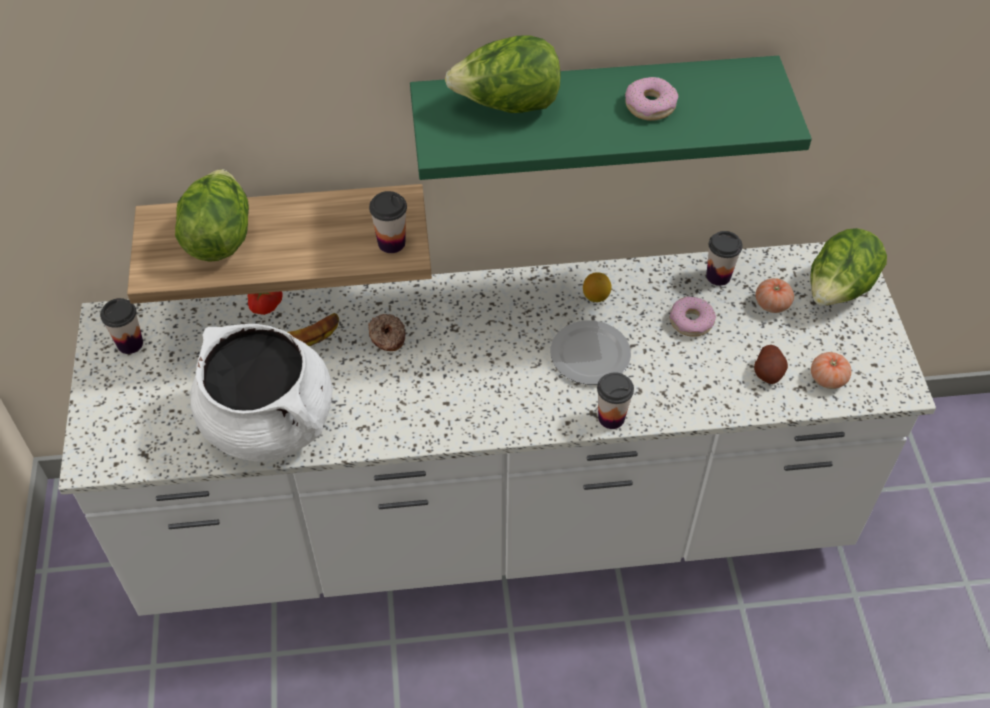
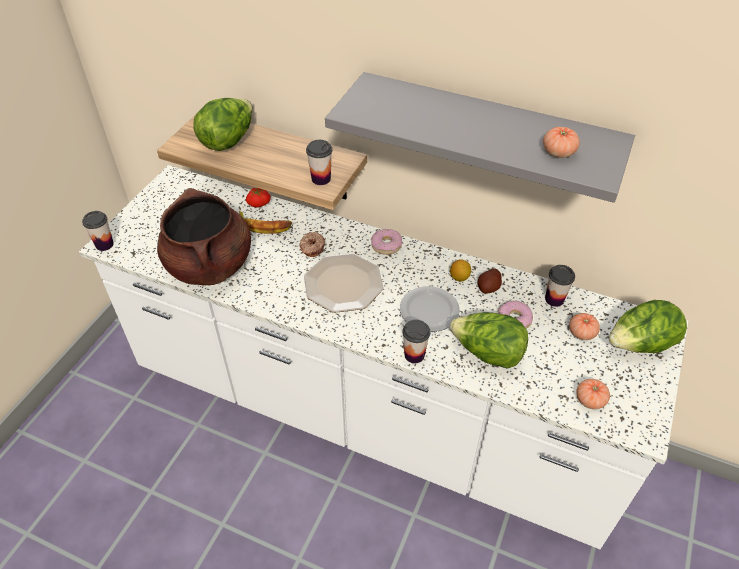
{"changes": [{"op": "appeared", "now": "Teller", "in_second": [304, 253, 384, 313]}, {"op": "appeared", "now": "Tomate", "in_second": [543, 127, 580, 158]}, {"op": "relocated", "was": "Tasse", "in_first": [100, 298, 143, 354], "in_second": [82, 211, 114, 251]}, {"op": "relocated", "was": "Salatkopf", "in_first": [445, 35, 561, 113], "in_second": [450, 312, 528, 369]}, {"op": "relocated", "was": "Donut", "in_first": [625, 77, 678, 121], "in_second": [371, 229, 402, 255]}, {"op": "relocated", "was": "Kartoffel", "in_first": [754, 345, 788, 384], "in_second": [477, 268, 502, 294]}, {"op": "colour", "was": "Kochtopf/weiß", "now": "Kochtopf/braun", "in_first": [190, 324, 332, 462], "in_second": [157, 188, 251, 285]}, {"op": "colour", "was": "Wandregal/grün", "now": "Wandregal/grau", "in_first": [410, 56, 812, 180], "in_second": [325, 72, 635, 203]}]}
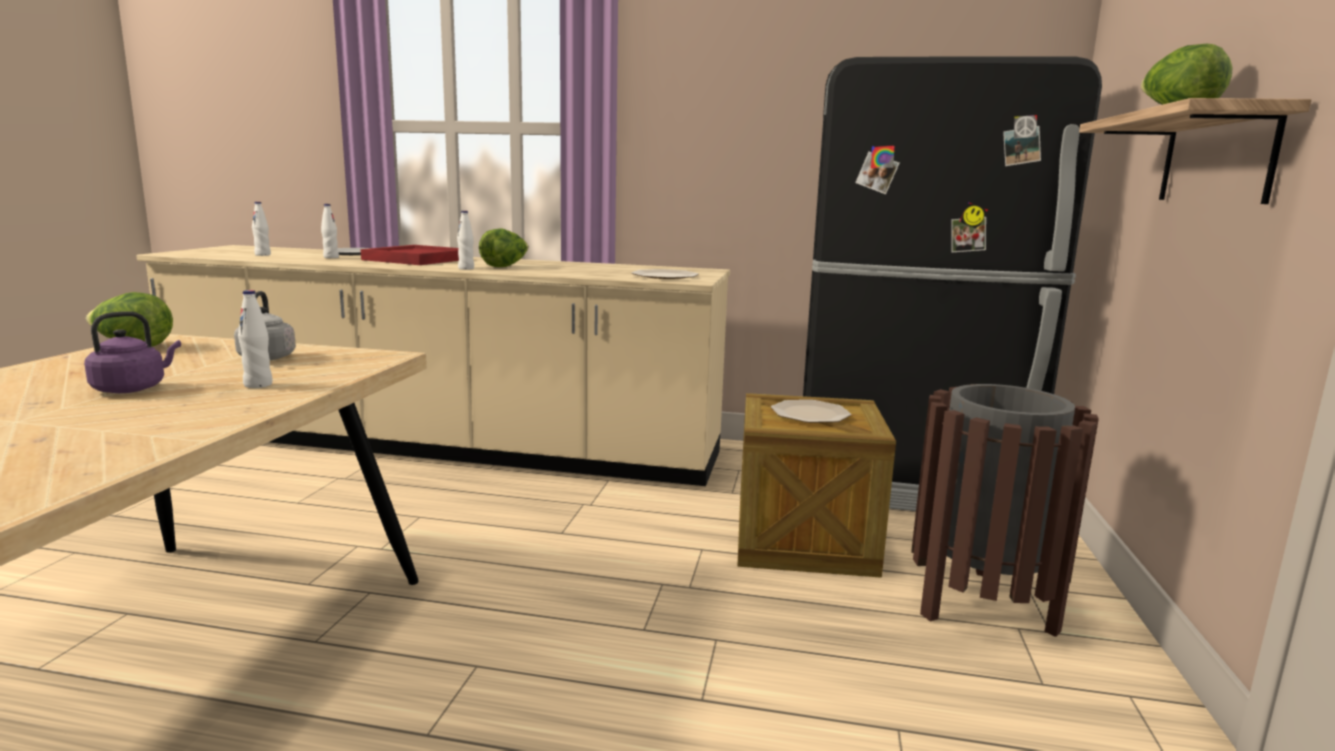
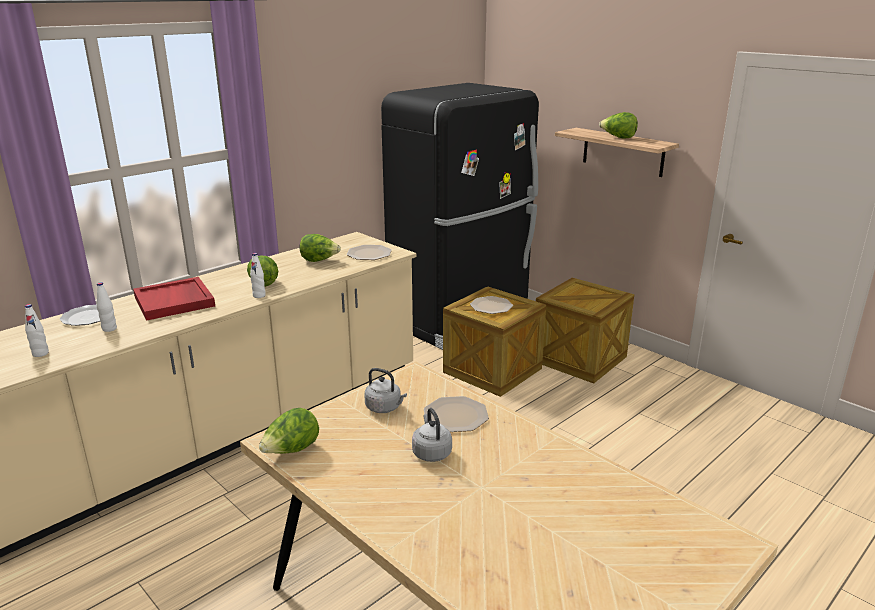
{"changes": [{"op": "appeared", "now": "Salatkopf", "in_second": [300, 234, 341, 262]}, {"op": "exchanged", "was": "Flasche/weiß", "now": "Teller", "in_first": [238, 290, 272, 388], "in_second": [424, 396, 489, 432]}, {"op": "exchanged", "was": "Mülleimer/braun", "now": "Kiste", "in_first": [911, 384, 1099, 637], "in_second": [536, 278, 634, 384]}, {"op": "colour", "was": "Wasserkessel/lila", "now": "Wasserkessel/grau", "in_first": [84, 311, 181, 393], "in_second": [412, 408, 452, 462]}]}
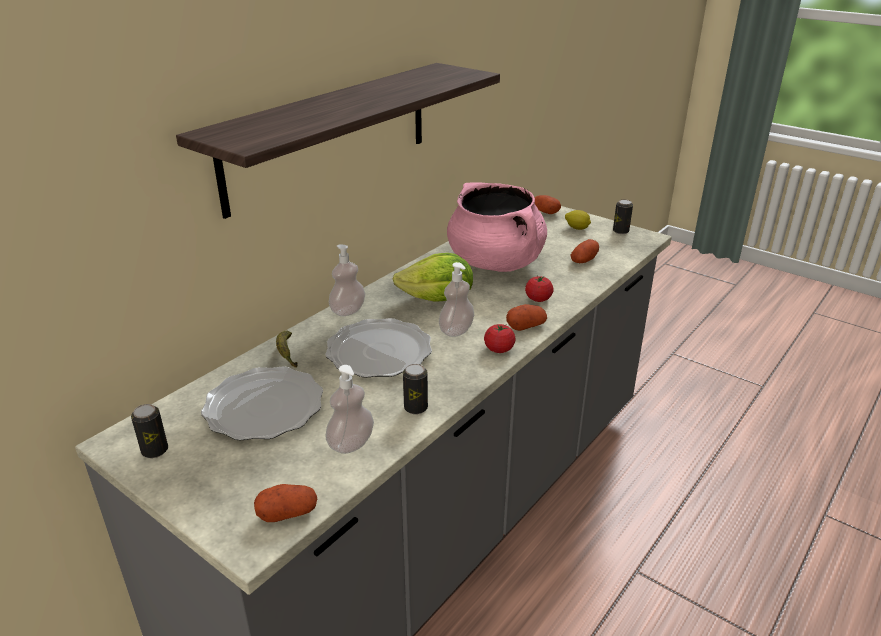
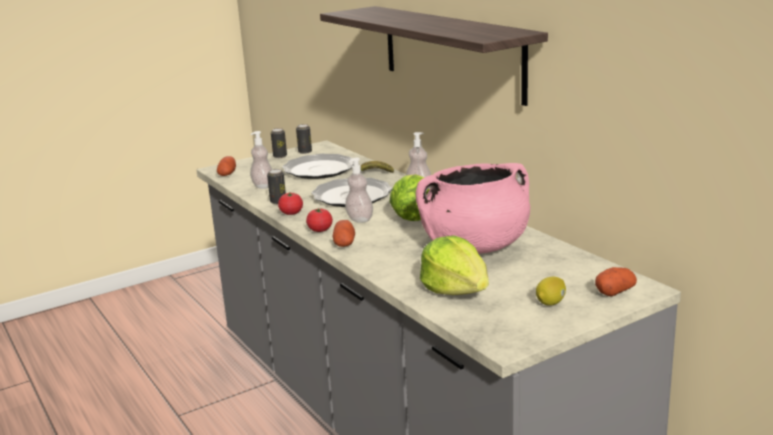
{"changes": [{"op": "relocated", "was": "Tomate", "in_first": [525, 275, 553, 302], "in_second": [278, 192, 303, 215]}, {"op": "relocated", "was": "Dose", "in_first": [613, 199, 633, 234], "in_second": [271, 128, 287, 158]}, {"op": "exchanged", "was": "Kartoffel", "now": "Salatkopf", "in_first": [571, 239, 599, 263], "in_second": [420, 235, 489, 295]}]}
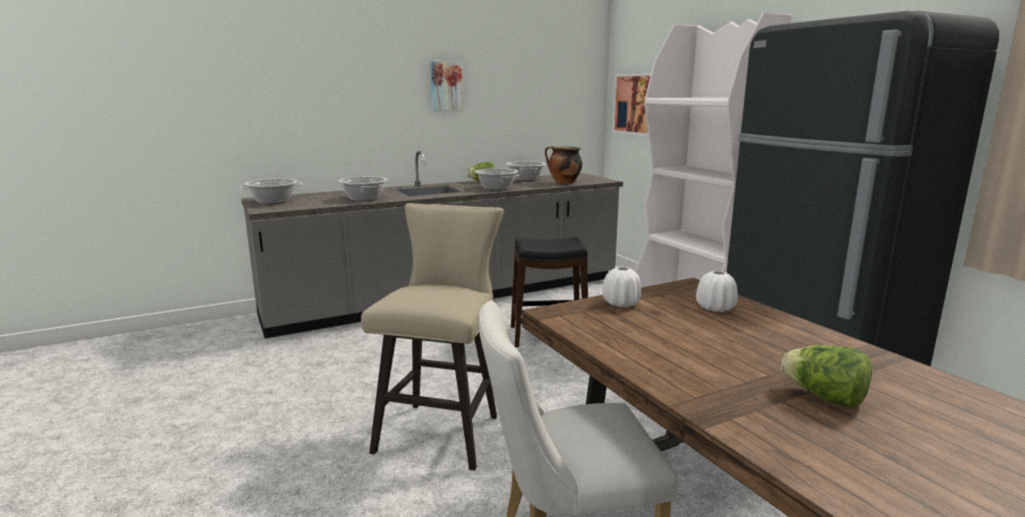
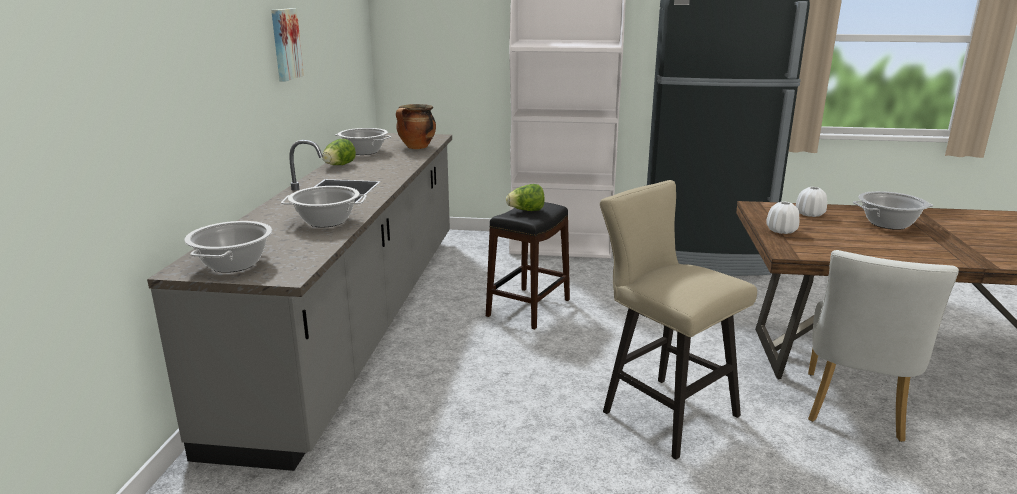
{"changes": [{"op": "missing", "was": "Bild", "in_first": [612, 73, 651, 136]}, {"op": "relocated", "was": "Kochtopf", "in_first": [474, 168, 520, 190], "in_second": [853, 191, 933, 230]}, {"op": "relocated", "was": "Salatkopf", "in_first": [781, 345, 872, 408], "in_second": [506, 184, 544, 211]}]}
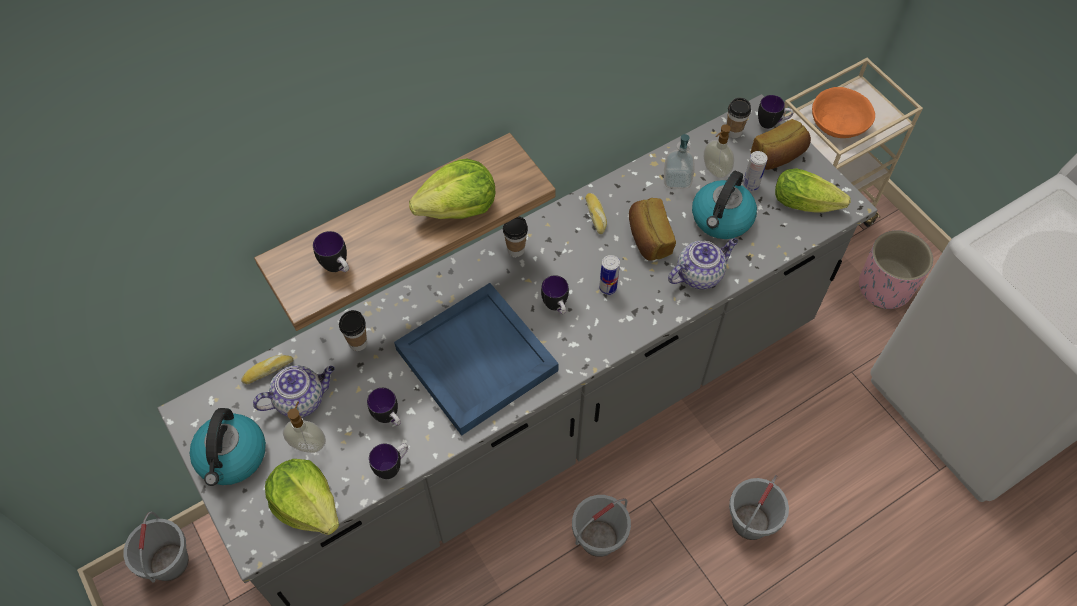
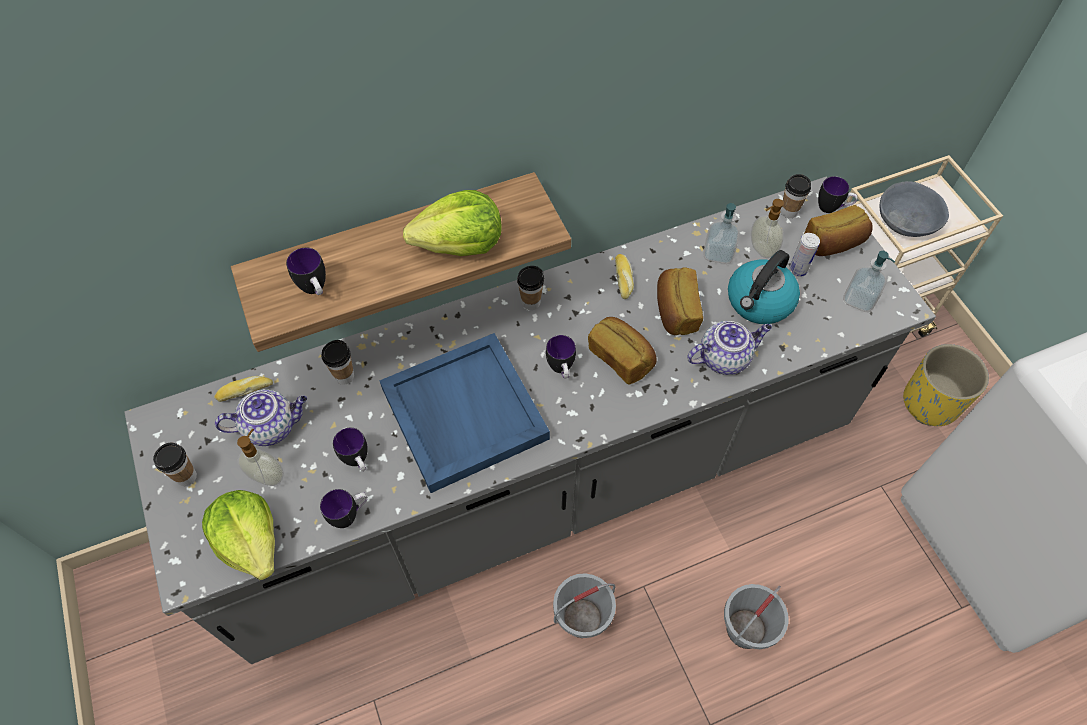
{"changes": [{"op": "missing", "was": "Eimer/grau", "in_first": [124, 512, 189, 583]}, {"op": "exchanged", "was": "Wasserkessel", "now": "Tasse", "in_first": [190, 408, 266, 486], "in_second": [153, 442, 197, 486]}, {"op": "exchanged", "was": "Dose", "now": "Brot", "in_first": [599, 255, 620, 295], "in_second": [588, 317, 656, 384]}, {"op": "exchanged", "was": "Salatkopf", "now": "Seifenspender", "in_first": [775, 168, 851, 213], "in_second": [843, 251, 895, 312]}, {"op": "colour", "was": "Schüssel/orange", "now": "Schüssel/grau", "in_first": [812, 87, 875, 138], "in_second": [880, 181, 949, 237]}, {"op": "colour", "was": "Pflanzkübel/rosa", "now": "Pflanzkübel/gelb", "in_first": [859, 230, 933, 309], "in_second": [903, 344, 989, 426]}]}
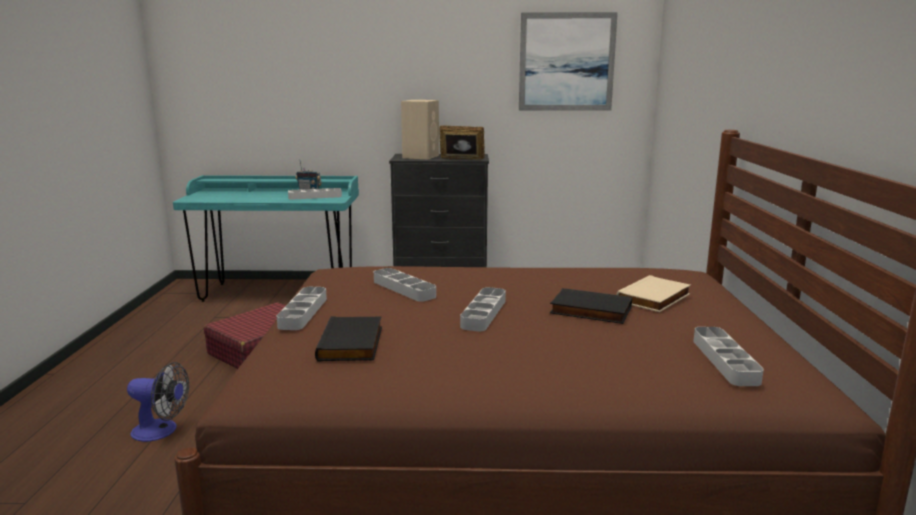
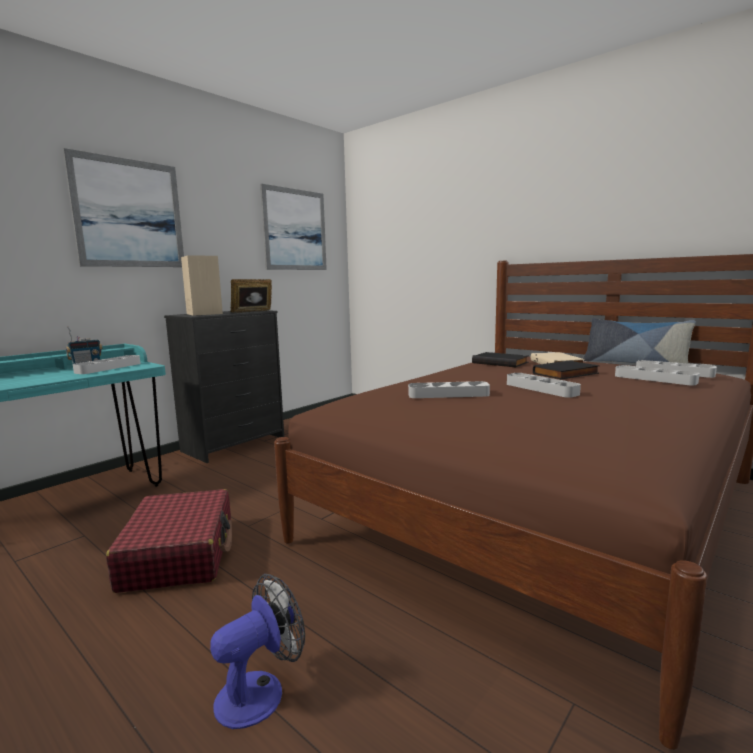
{"changes": [{"op": "appeared", "now": "Bild", "in_second": [63, 148, 184, 267]}, {"op": "appeared", "now": "Kissen", "in_second": [583, 318, 696, 363]}, {"op": "relocated", "was": "Tablett/grau", "in_first": [277, 287, 327, 330], "in_second": [615, 365, 700, 385]}, {"op": "relocated", "was": "Buch/schwarz", "in_first": [315, 316, 382, 361], "in_second": [472, 352, 529, 367]}]}
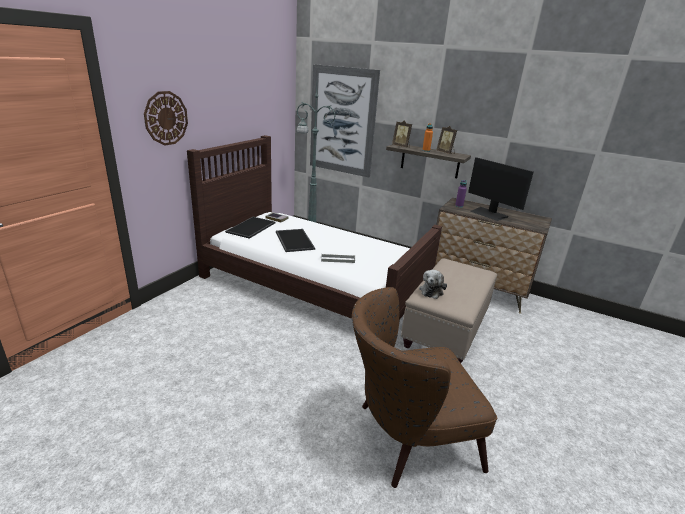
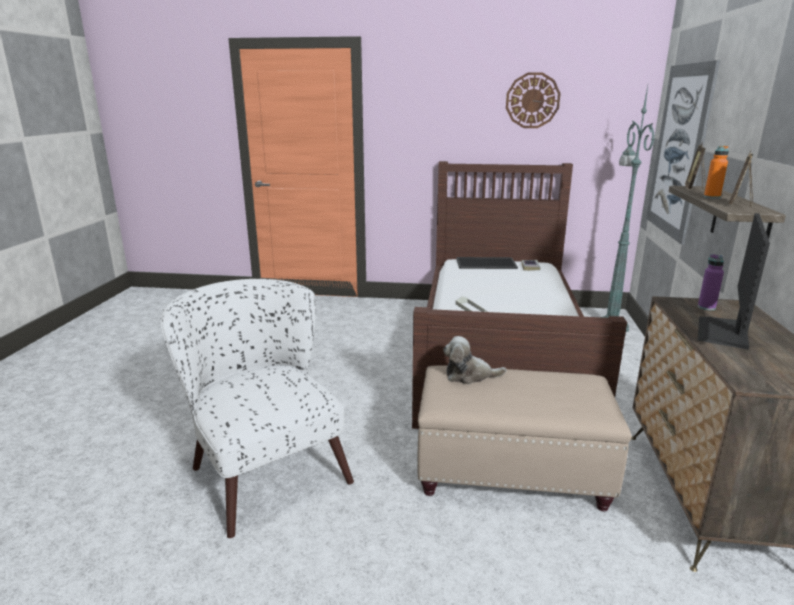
{"changes": [{"op": "missing", "was": "Tablett", "in_first": [276, 229, 315, 252]}, {"op": "relocated", "was": "Wanduhr", "in_first": [144, 91, 188, 146], "in_second": [506, 72, 561, 128]}, {"op": "colour", "was": "Sessel/braun", "now": "Sessel/weiß", "in_first": [352, 287, 497, 488], "in_second": [161, 279, 354, 538]}]}
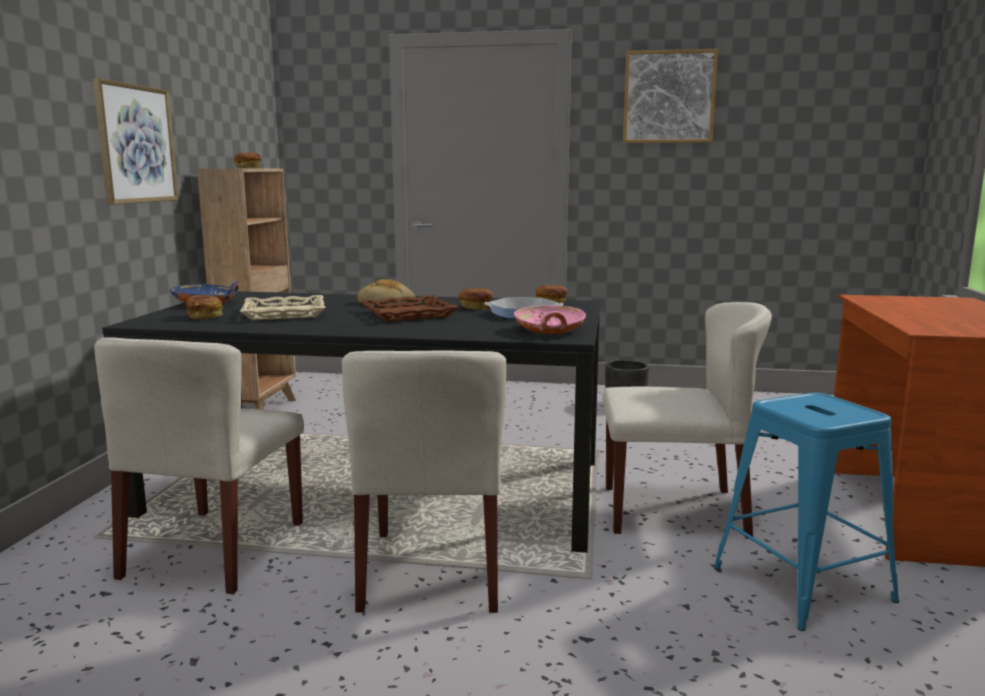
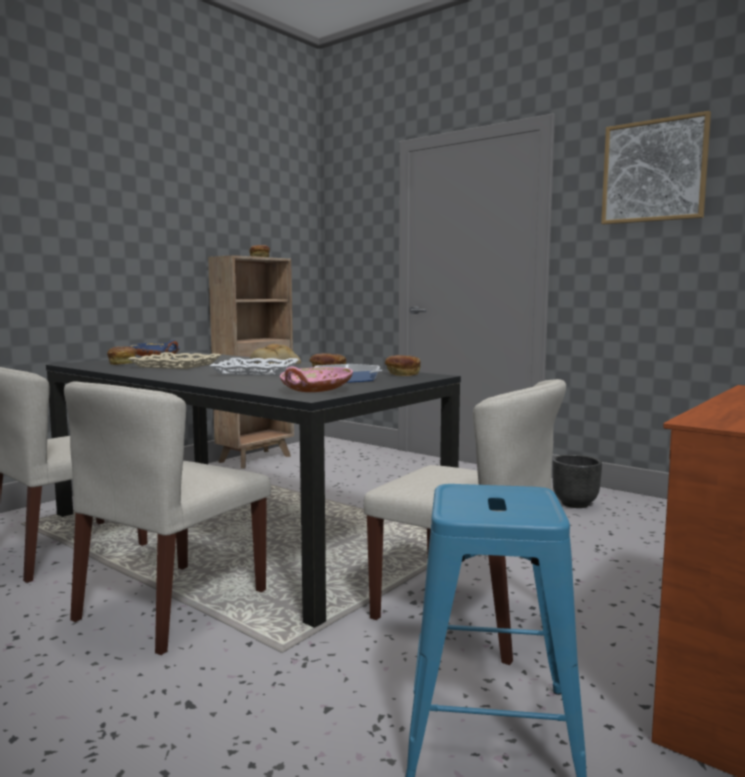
{"changes": [{"op": "missing", "was": "Bild", "in_first": [93, 78, 179, 205]}, {"op": "colour", "was": "Tablett/braun", "now": "Tablett/weiß", "in_first": [361, 295, 458, 322], "in_second": [210, 358, 299, 376]}]}
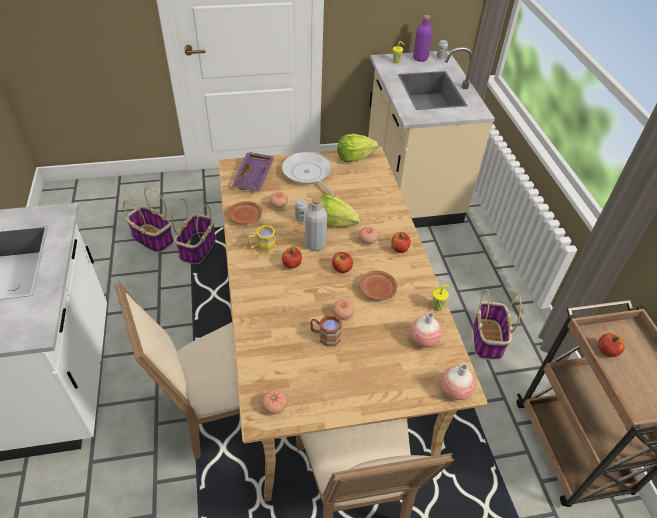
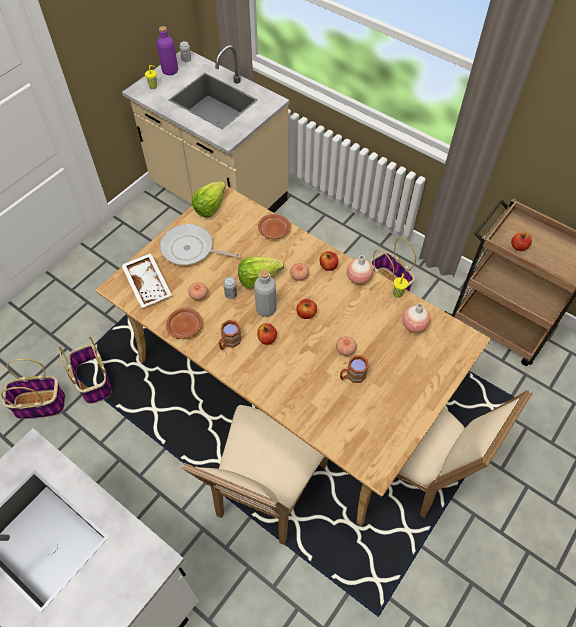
{"changes": [{"op": "missing", "was": "Tomate", "in_first": [261, 389, 287, 414]}, {"op": "relocated", "was": "Teller/braun", "in_first": [359, 271, 397, 300], "in_second": [258, 214, 291, 239]}, {"op": "relocated", "was": "Vase", "in_first": [441, 364, 476, 400], "in_second": [347, 255, 373, 284]}, {"op": "colour", "was": "Tablett/lila", "now": "Tablett/weiß", "in_first": [230, 152, 275, 191], "in_second": [121, 253, 172, 308]}, {"op": "colour", "was": "Henkelbecher/gelb", "now": "Henkelbecher/braun", "in_first": [247, 225, 276, 254], "in_second": [219, 320, 241, 350]}]}
